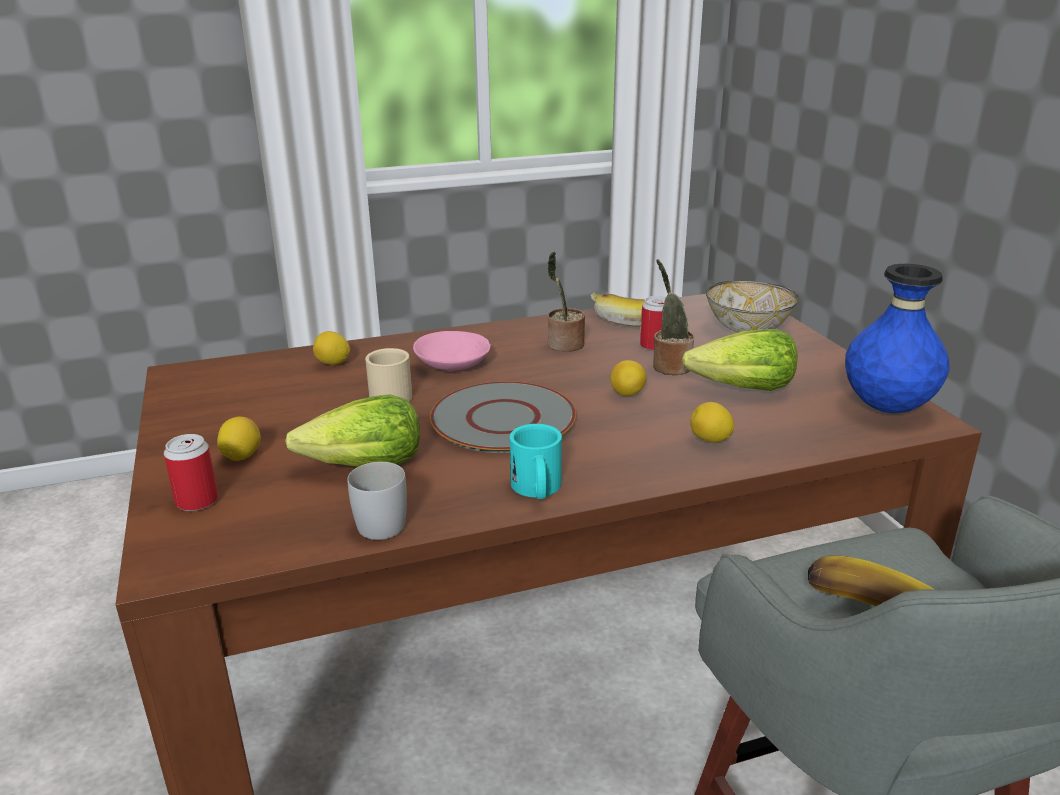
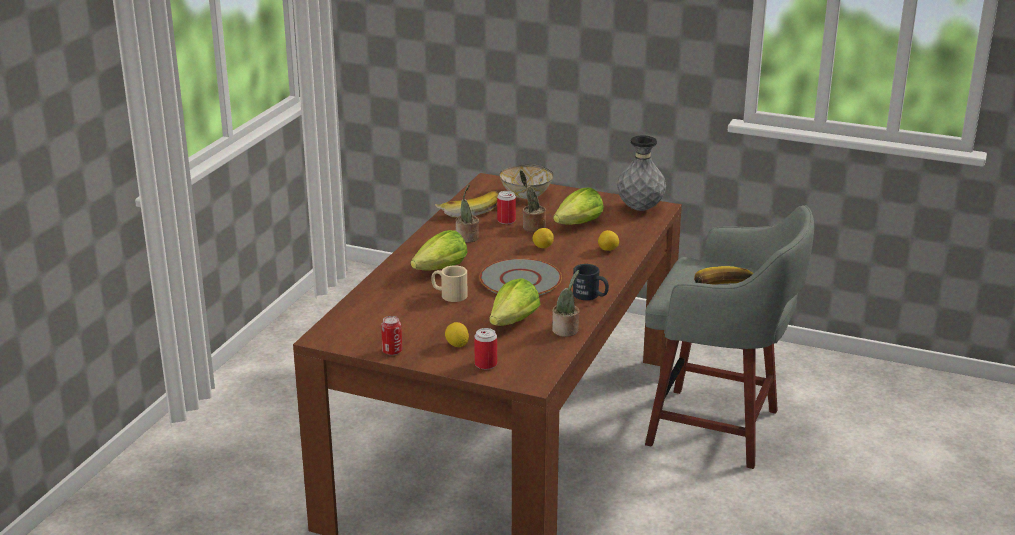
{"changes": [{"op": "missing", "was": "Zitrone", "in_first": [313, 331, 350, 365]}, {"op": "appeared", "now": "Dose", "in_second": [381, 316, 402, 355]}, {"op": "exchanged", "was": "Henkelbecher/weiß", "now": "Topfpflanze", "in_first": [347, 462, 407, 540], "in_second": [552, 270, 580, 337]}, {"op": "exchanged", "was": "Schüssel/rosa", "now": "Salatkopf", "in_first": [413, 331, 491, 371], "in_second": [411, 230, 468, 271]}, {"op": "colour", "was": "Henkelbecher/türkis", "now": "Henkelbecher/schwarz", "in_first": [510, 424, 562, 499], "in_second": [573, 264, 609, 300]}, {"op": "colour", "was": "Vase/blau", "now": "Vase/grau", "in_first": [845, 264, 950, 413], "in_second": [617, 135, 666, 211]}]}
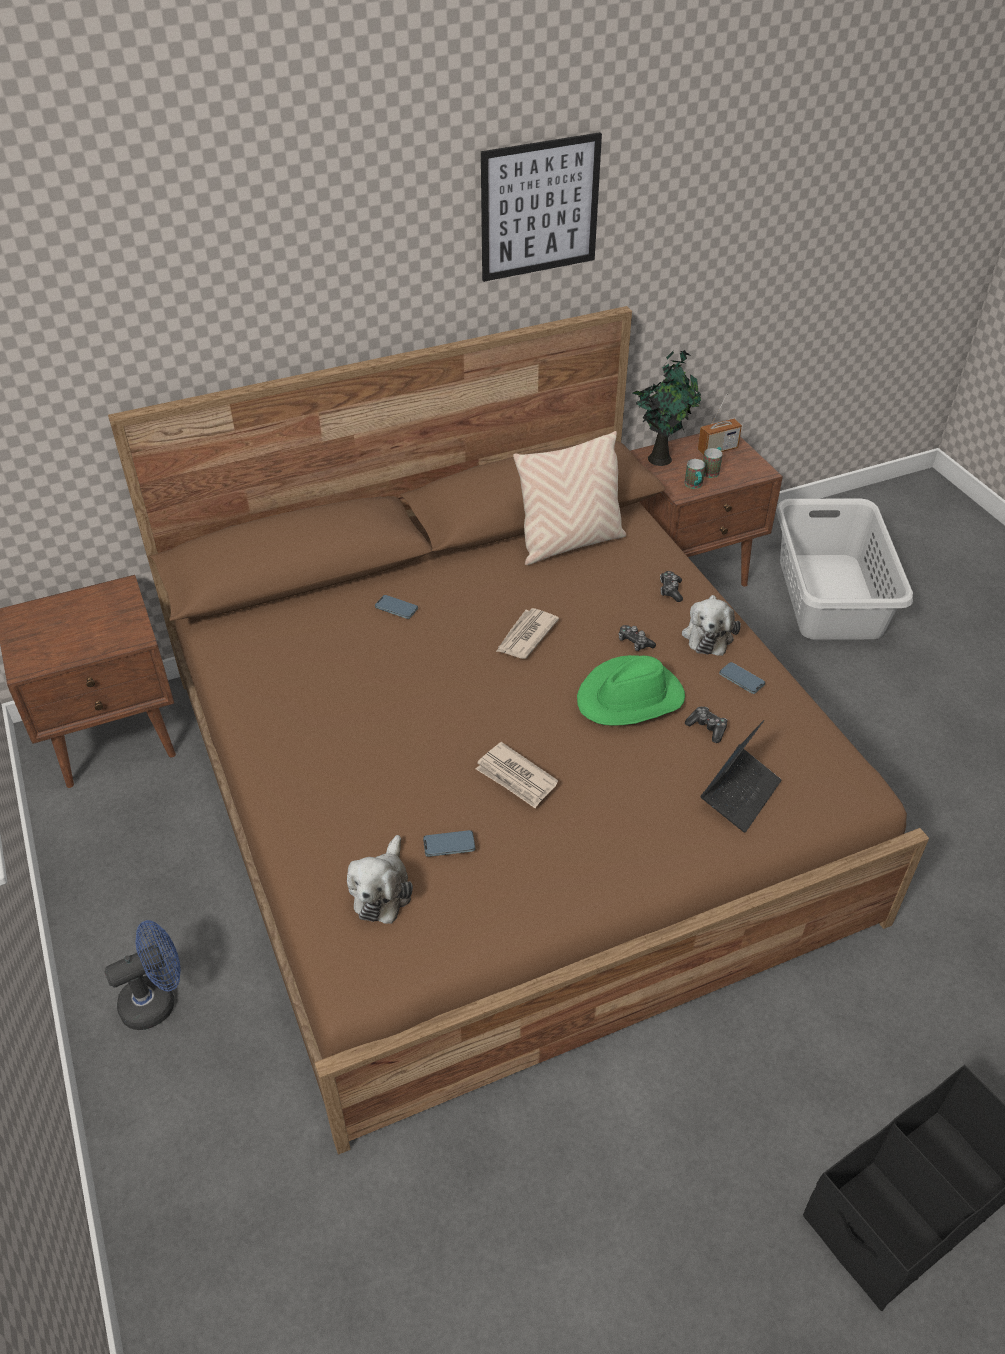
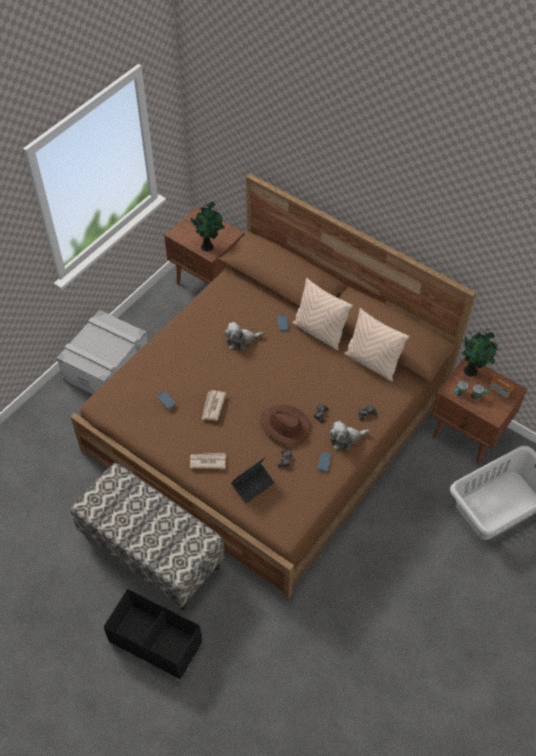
{"changes": [{"op": "missing", "was": "Bild", "in_first": [481, 132, 602, 282]}, {"op": "appeared", "now": "Bank", "in_second": [70, 463, 225, 610]}, {"op": "appeared", "now": "Topfpflanze", "in_second": [188, 201, 224, 252]}, {"op": "appeared", "now": "Kissen/beige", "in_second": [292, 278, 353, 350]}, {"op": "relocated", "was": "Plüschtier", "in_first": [347, 835, 413, 924], "in_second": [224, 322, 264, 350]}, {"op": "relocated", "was": "Zeitung", "in_first": [496, 608, 559, 659], "in_second": [190, 453, 226, 469]}, {"op": "exchanged", "was": "Ventilator/blau", "now": "Aufbewahrungsbox/grau", "in_first": [105, 920, 181, 1030], "in_second": [57, 310, 148, 395]}, {"op": "colour", "was": "Hut/grün", "now": "Hut/braun", "in_first": [577, 655, 685, 726], "in_second": [260, 405, 310, 445]}, {"op": "spun", "was": "Laptop", "in_first": [701, 720, 781, 833], "in_second": [231, 457, 275, 503], "clockwise": -45}]}
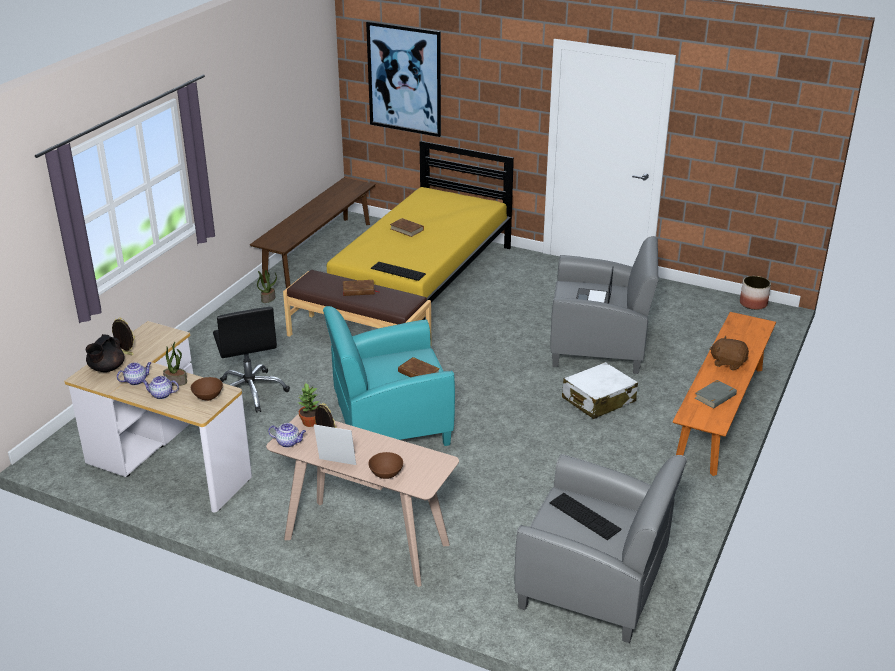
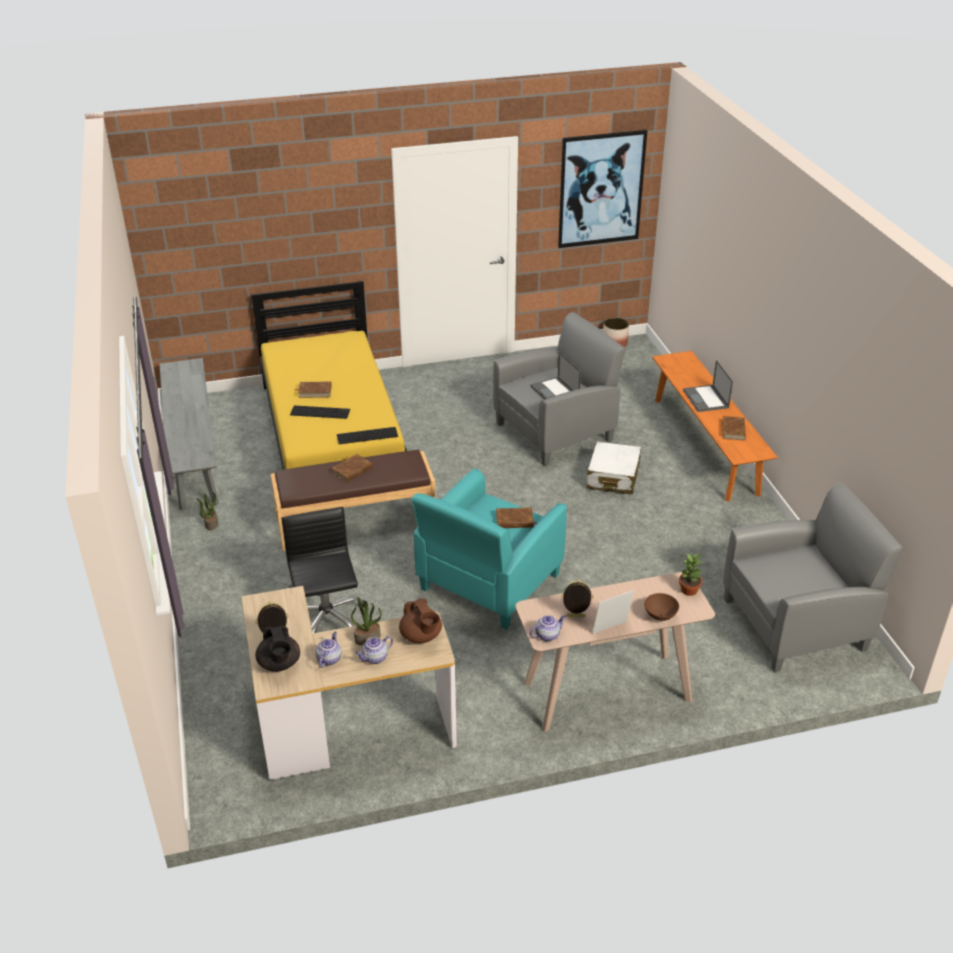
{"changes": [{"op": "relocated", "was": "Topfpflanze", "in_first": [298, 383, 320, 427], "in_second": [679, 554, 702, 596]}, {"op": "relocated", "was": "Bild", "in_first": [366, 21, 441, 137], "in_second": [558, 130, 647, 248]}, {"op": "relocated", "was": "Tastatur", "in_first": [550, 493, 621, 540], "in_second": [290, 405, 350, 419]}, {"op": "exchanged", "was": "Schüssel/braun", "now": "Teekanne/braun", "in_first": [191, 377, 223, 401], "in_second": [399, 598, 442, 643]}, {"op": "exchanged", "was": "Plüschtier/braun", "now": "Laptop", "in_first": [710, 336, 749, 371], "in_second": [683, 360, 733, 412]}, {"op": "colour", "was": "Bank/braun", "now": "Bank/grau", "in_first": [250, 178, 375, 288], "in_second": [159, 358, 219, 511]}, {"op": "colour", "was": "Buch/grau", "now": "Buch/braun", "in_first": [695, 380, 737, 409], "in_second": [722, 416, 746, 440]}, {"op": "spun", "was": "Bürostuhl/schwarz", "in_first": [213, 307, 290, 413], "in_second": [281, 507, 365, 633], "clockwise": -135}]}
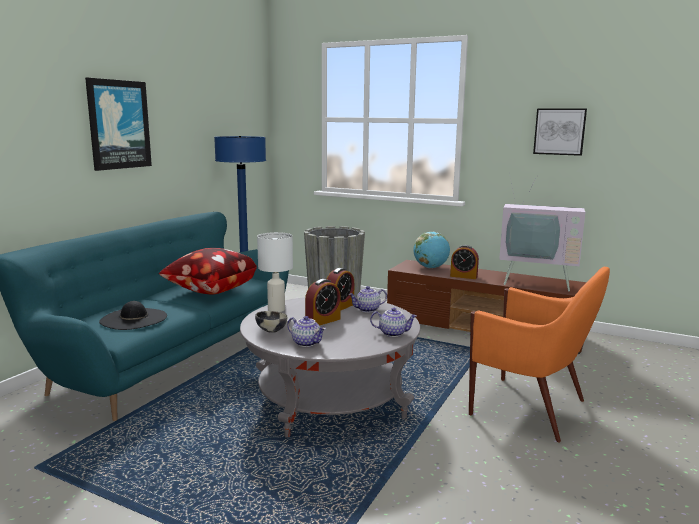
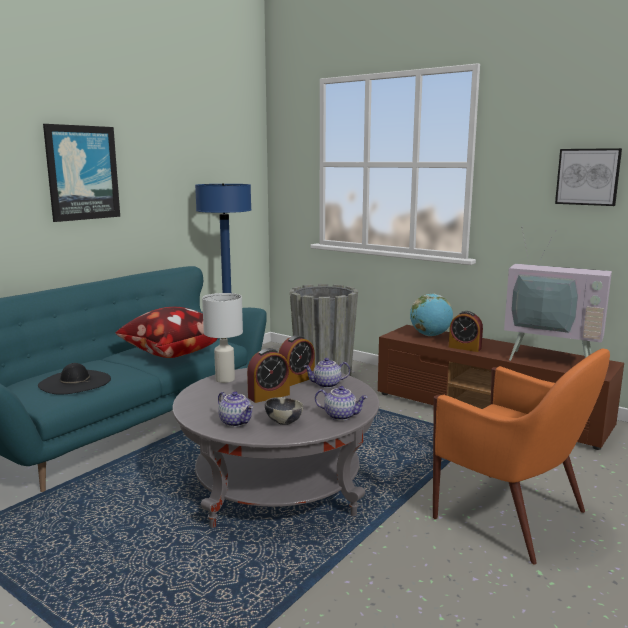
{"changes": [{"op": "relocated", "was": "Schüssel", "in_first": [255, 311, 287, 333], "in_second": [265, 397, 303, 425]}]}
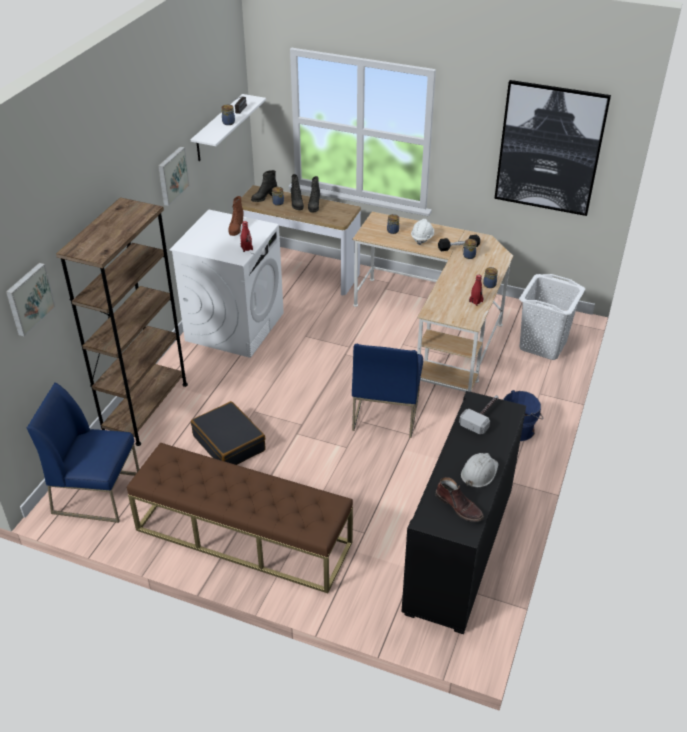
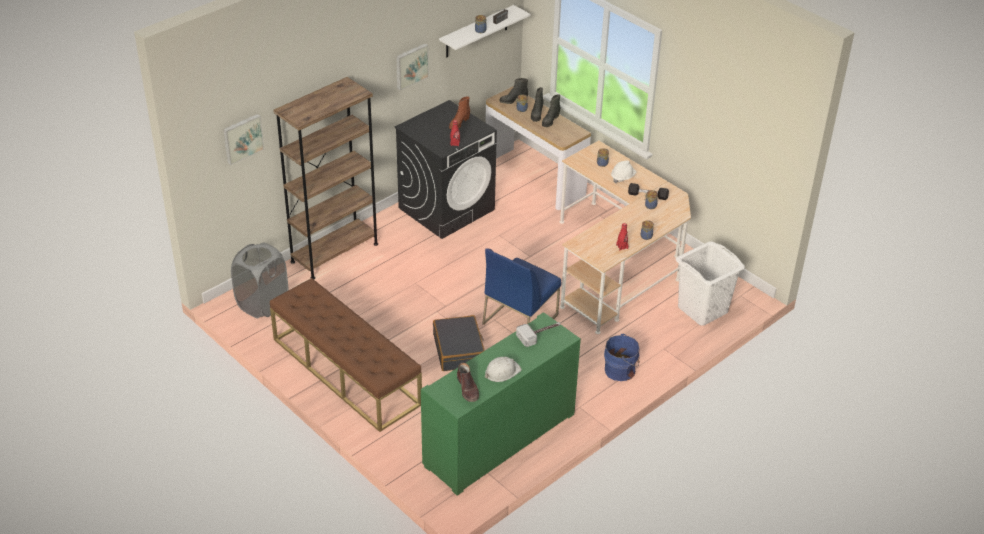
{"changes": [{"op": "missing", "was": "Bild", "in_first": [494, 80, 611, 216]}, {"op": "relocated", "was": "Koffer/schwarz", "in_first": [191, 401, 266, 465], "in_second": [433, 315, 485, 371]}, {"op": "exchanged", "was": "Stuhl/blau", "now": "Wäschekorb/grau", "in_first": [27, 383, 139, 523], "in_second": [231, 243, 288, 318]}, {"op": "colour", "was": "Waschmaschine/weiß", "now": "Waschmaschine/schwarz", "in_first": [169, 209, 284, 358], "in_second": [394, 100, 497, 239]}, {"op": "colour", "was": "Schrank/schwarz", "now": "Schrank/grün", "in_first": [401, 391, 526, 634], "in_second": [421, 312, 581, 496]}]}
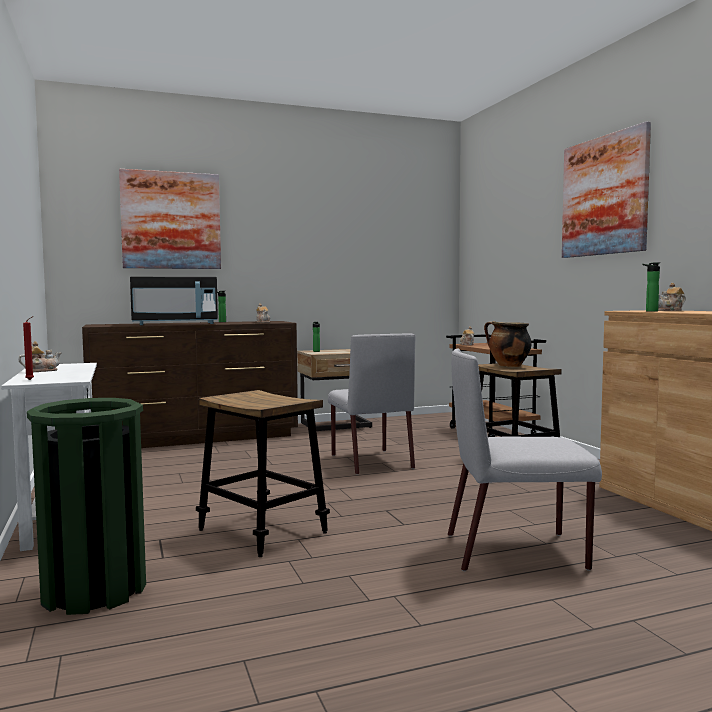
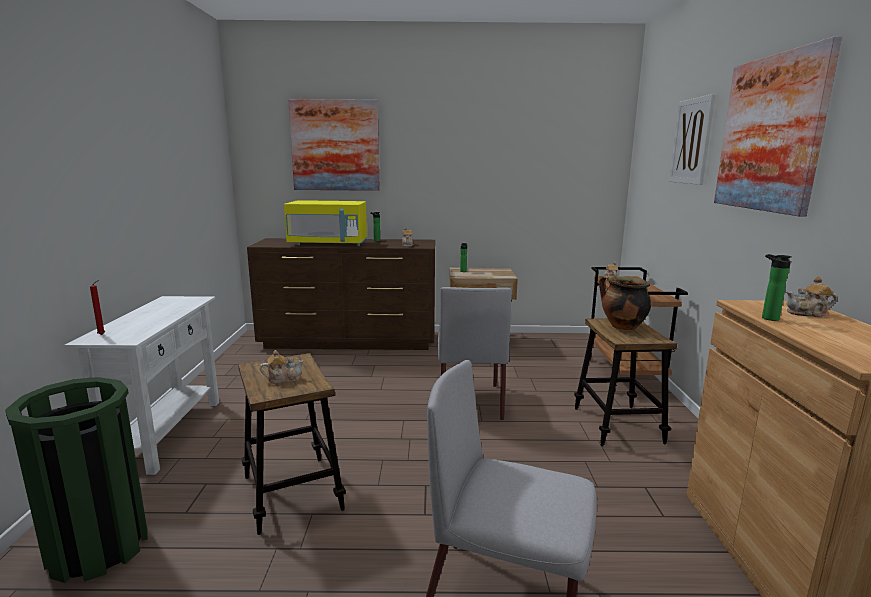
{"changes": [{"op": "appeared", "now": "Bild", "in_second": [669, 94, 715, 185]}, {"op": "relocated", "was": "Teekanne", "in_first": [18, 341, 61, 372], "in_second": [260, 350, 304, 384]}, {"op": "colour", "was": "Mikrowelle/schwarz", "now": "Mikrowelle/gelb", "in_first": [130, 277, 218, 325], "in_second": [284, 200, 367, 246]}]}
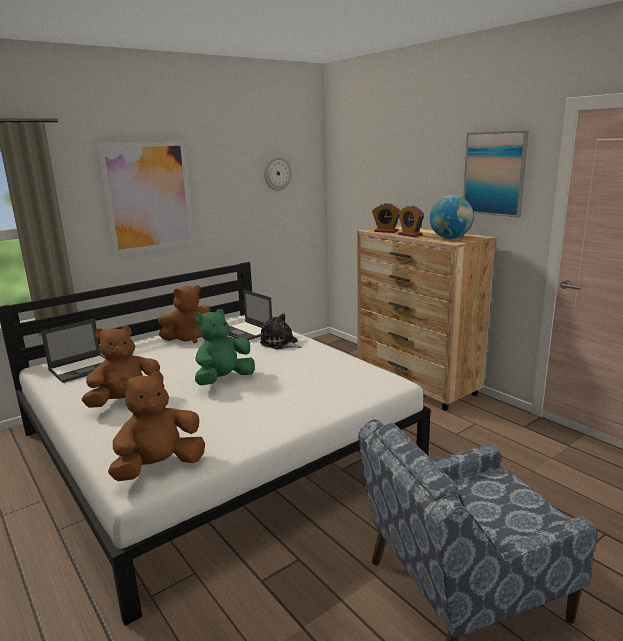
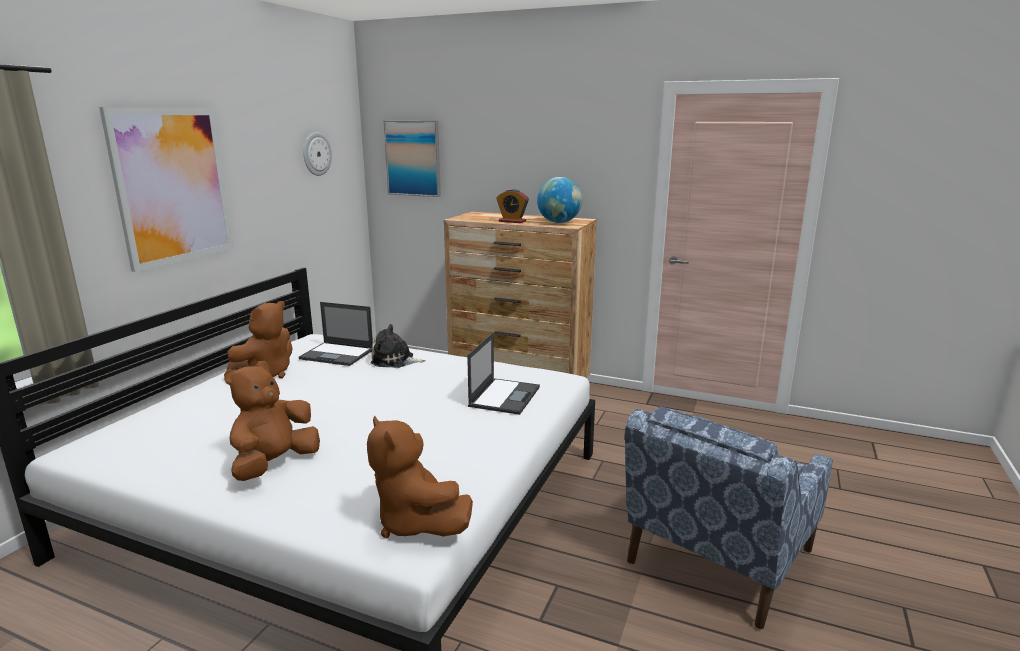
{"changes": [{"op": "missing", "was": "Plüschtier/grün", "in_first": [195, 309, 255, 385]}, {"op": "missing", "was": "Wecker", "in_first": [372, 203, 400, 233]}, {"op": "relocated", "was": "Laptop", "in_first": [41, 319, 106, 383], "in_second": [467, 333, 540, 415]}, {"op": "relocated", "was": "Bild", "in_first": [463, 130, 529, 217], "in_second": [384, 121, 441, 197]}, {"op": "spun", "was": "Plüschtier/braun", "in_first": [108, 371, 205, 481], "in_second": [367, 415, 473, 538], "clockwise": -60}]}
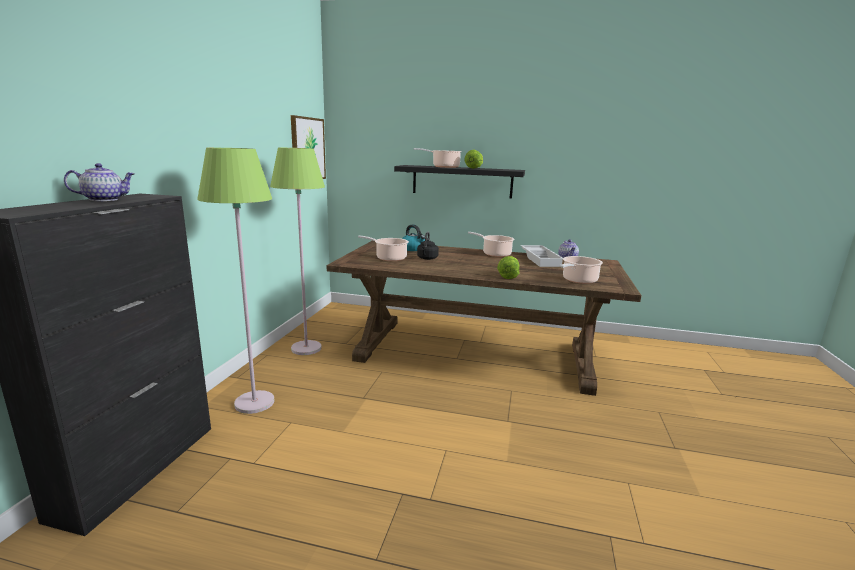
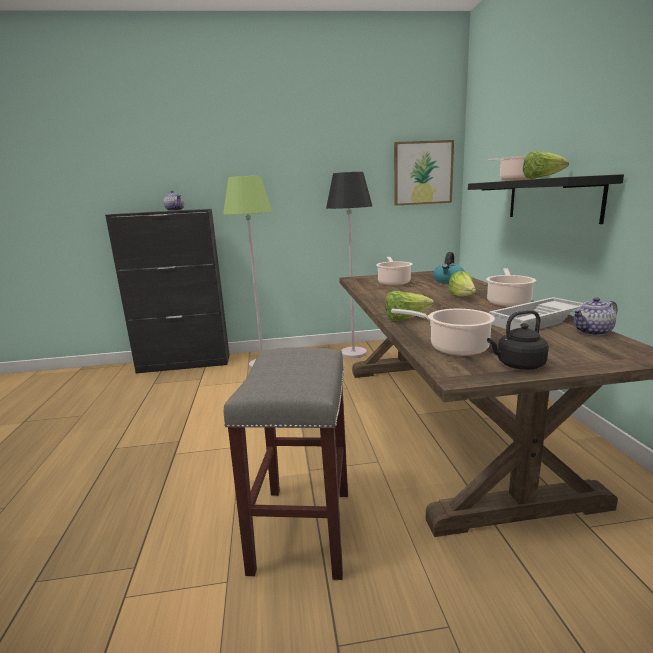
{"changes": [{"op": "appeared", "now": "Hocker/grau", "in_second": [224, 347, 348, 580]}, {"op": "appeared", "now": "Salatkopf", "in_second": [448, 271, 476, 297]}, {"op": "relocated", "was": "Wasserkessel/schwarz", "in_first": [417, 232, 439, 260], "in_second": [487, 310, 549, 370]}, {"op": "colour", "was": "Stehlampe/grün", "now": "Stehlampe/schwarz", "in_first": [270, 148, 325, 355], "in_second": [326, 172, 372, 358]}]}
